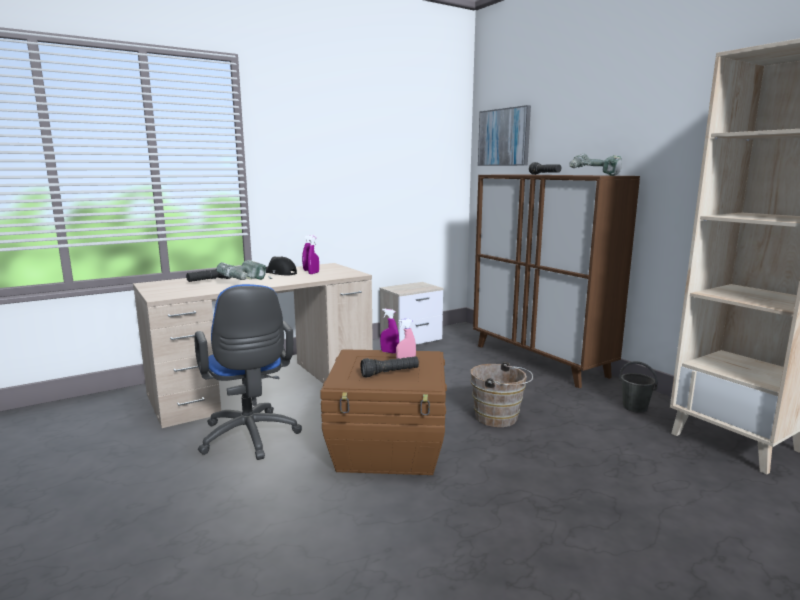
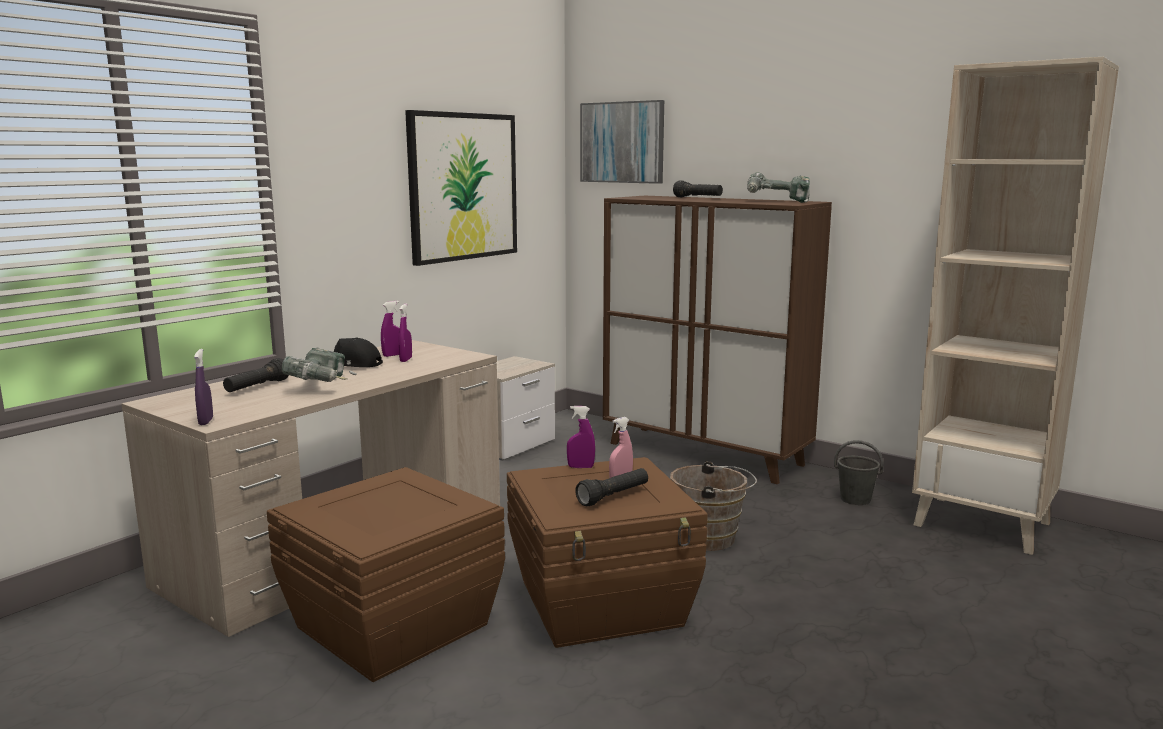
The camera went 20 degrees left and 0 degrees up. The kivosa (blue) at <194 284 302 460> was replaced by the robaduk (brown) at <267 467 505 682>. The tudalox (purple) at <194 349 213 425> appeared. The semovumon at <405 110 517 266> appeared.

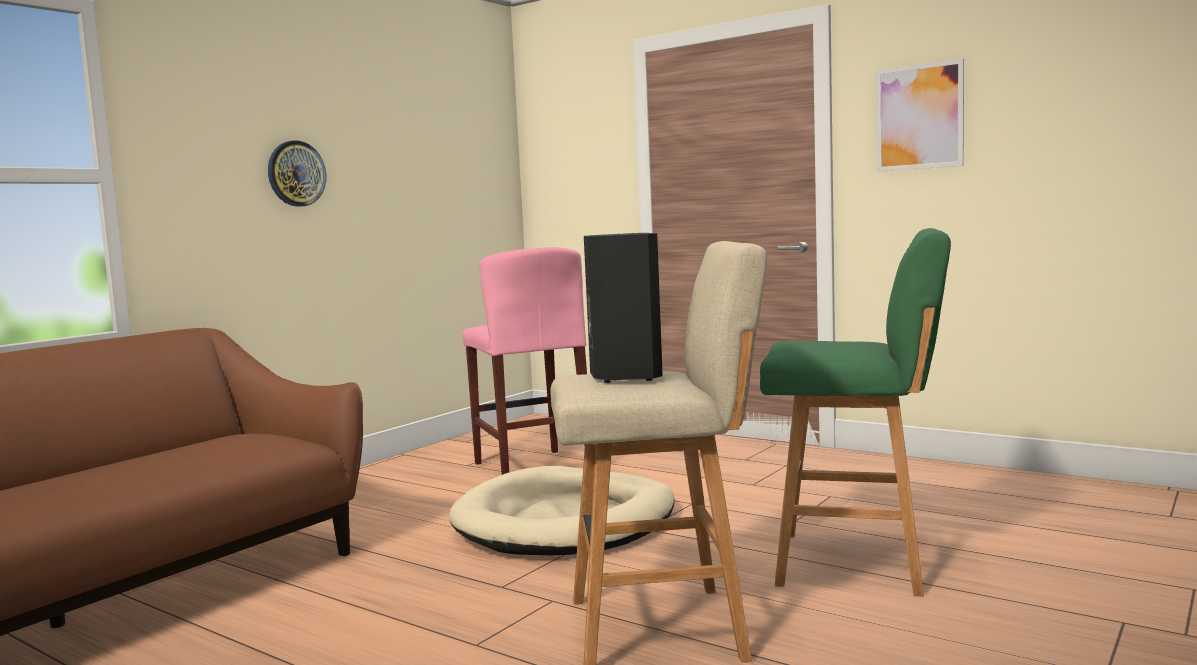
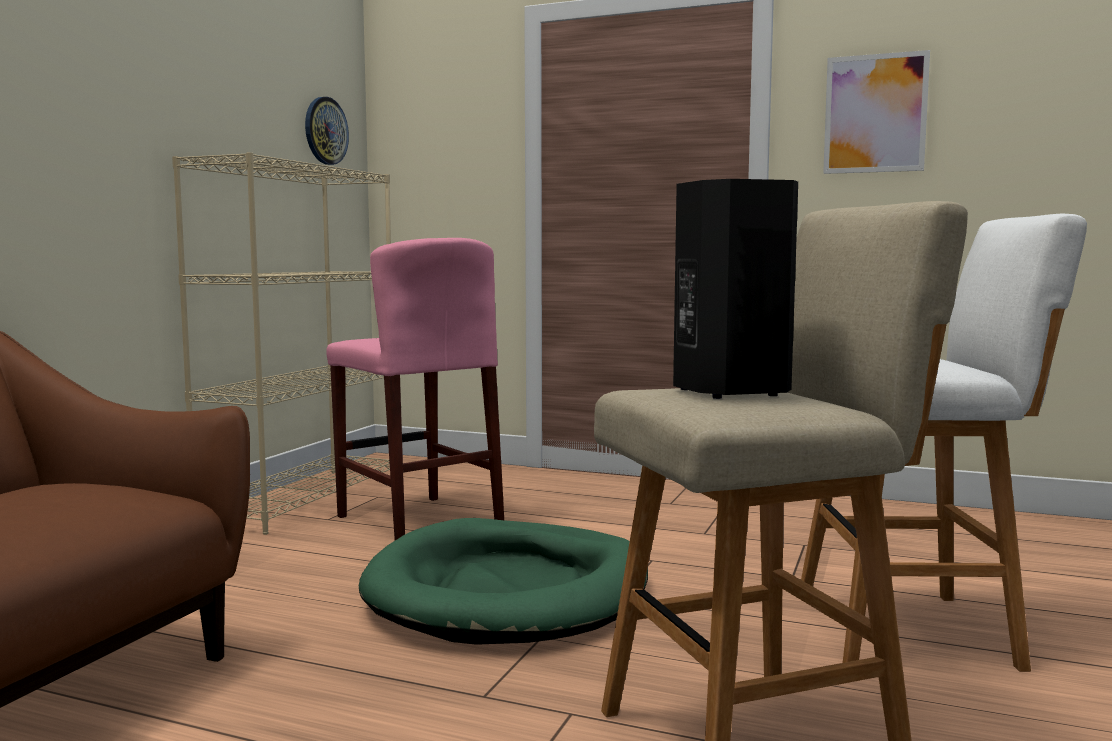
The camera went 15 degrees left and 0 degrees up. The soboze moved from <268 140 326 207> to <305 97 349 165>. The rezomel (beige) at <449 466 675 555> became the rezomel (green) at <359 518 648 645>. The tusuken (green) at <760 228 951 597> became the tusuken (white) at <801 214 1087 672>. The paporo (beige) at <172 152 391 535> appeared.

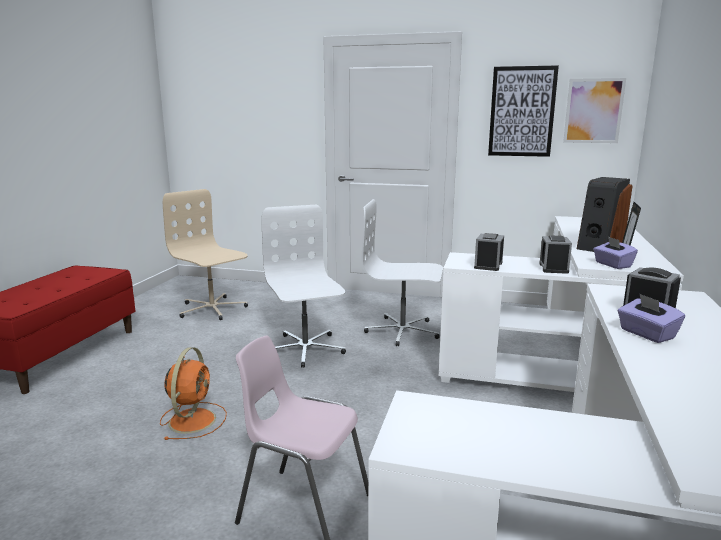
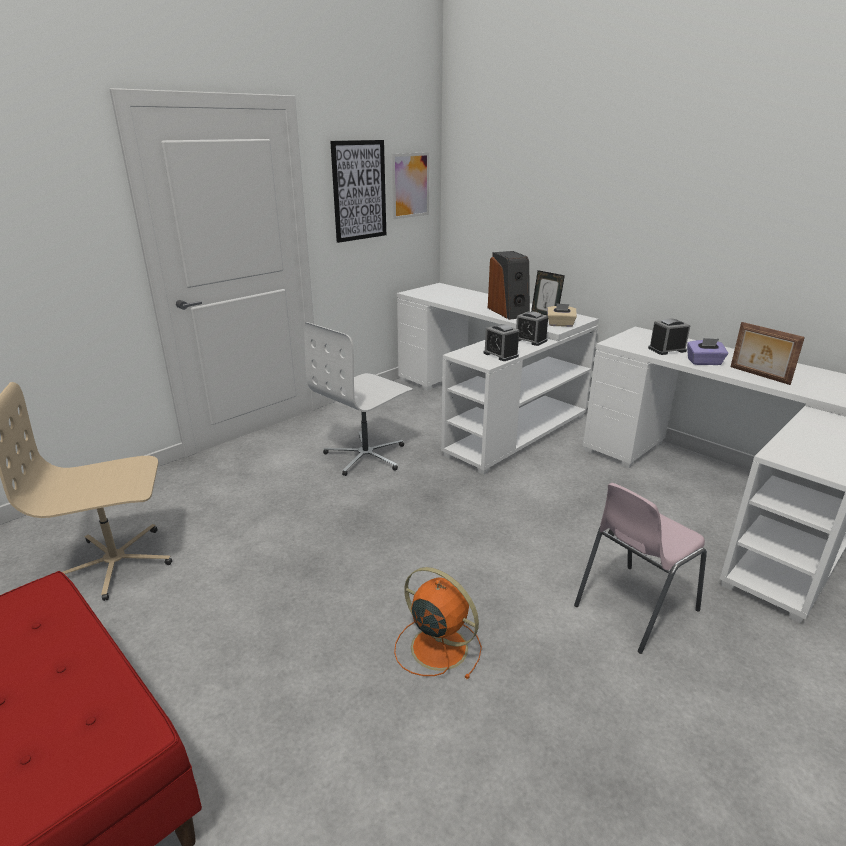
The camera went 60 degrees left and 10 degrees up. The kivosa (white) at <261 204 346 367> disappeared. The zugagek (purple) at <593 237 638 269> became the zugagek (beige) at <547 303 577 327>. The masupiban at <730 322 805 385> appeared.

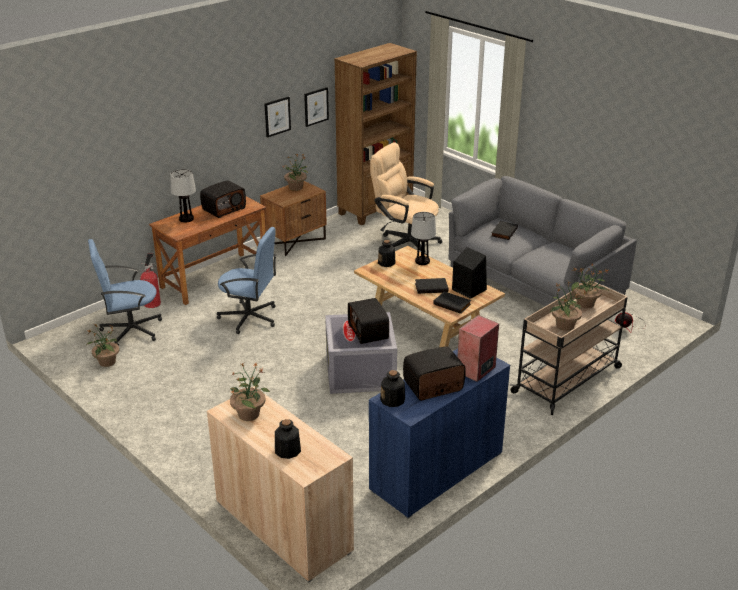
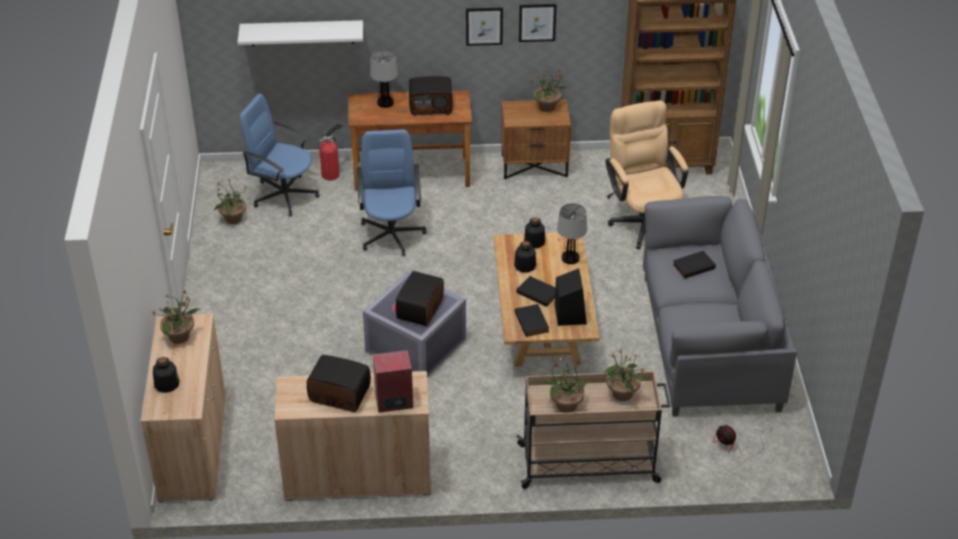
The camera went 40 degrees right and 10 degrees up. The kivosa (blue) at <217 227 277 334> turned 150 degrees counterclockwise. The semovumon moved from <304 87 329 127> to <466 7 503 46>. The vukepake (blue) at <369 348 510 519> became the vukepake (beige) at <274 371 431 501>. The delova moved from <380 370 405 407> to <514 241 536 273>. The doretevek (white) at <238 20 363 47> appeared.

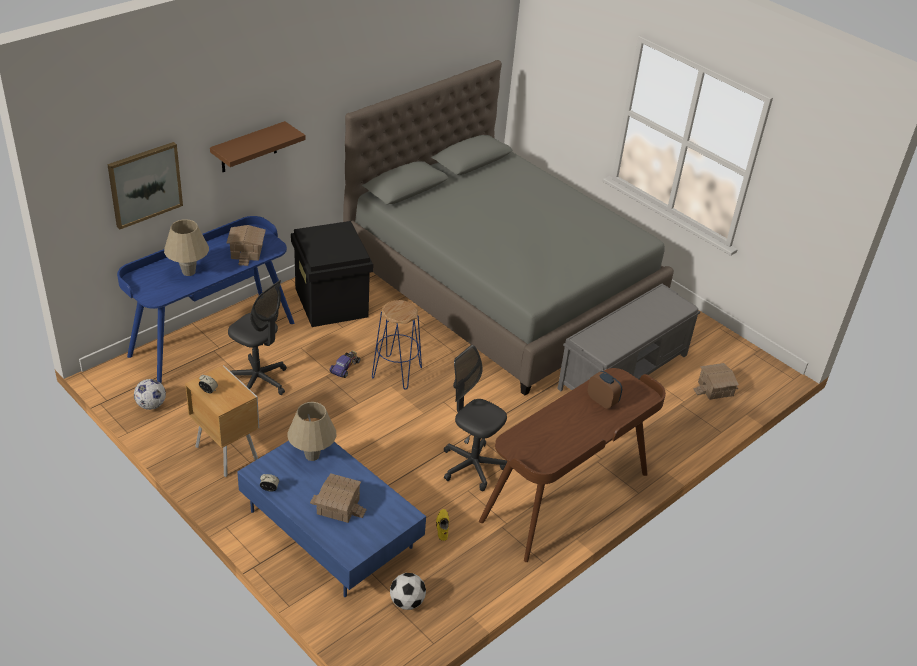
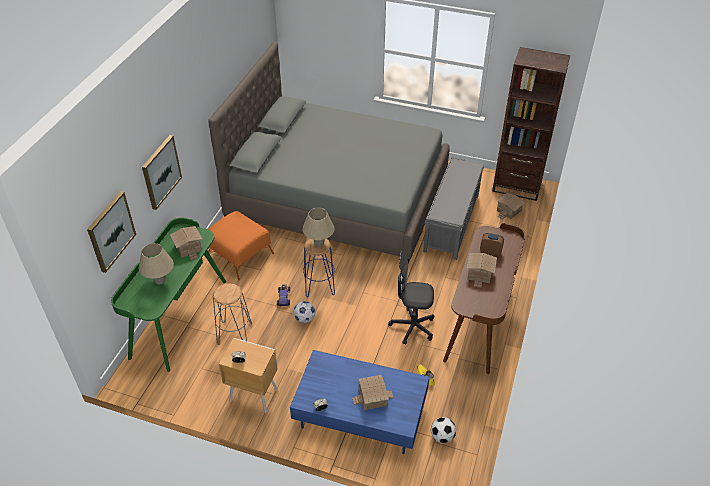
The camera went 25 degrees left and 5 degrees up. The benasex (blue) at <117 216 294 384> became the benasex (green) at <111 217 226 372>. The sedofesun moved from <134 379 166 410> to <294 301 315 323>. The doretevek (brown) at <210 121 305 172> was replaced by the semovumon at <142 135 182 210>. The kivosa (grey) at <228 280 287 395> was replaced by the tusuken (grey) at <213 283 252 345>. The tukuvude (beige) moved from <288 402 336 461> to <302 208 335 247>. The robaduk (black) at <291 221 373 327> was replaced by the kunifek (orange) at <208 211 274 280>. The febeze at <466 253 497 288> appeared. The paporo (brown) at <492 47 570 201> appeared.

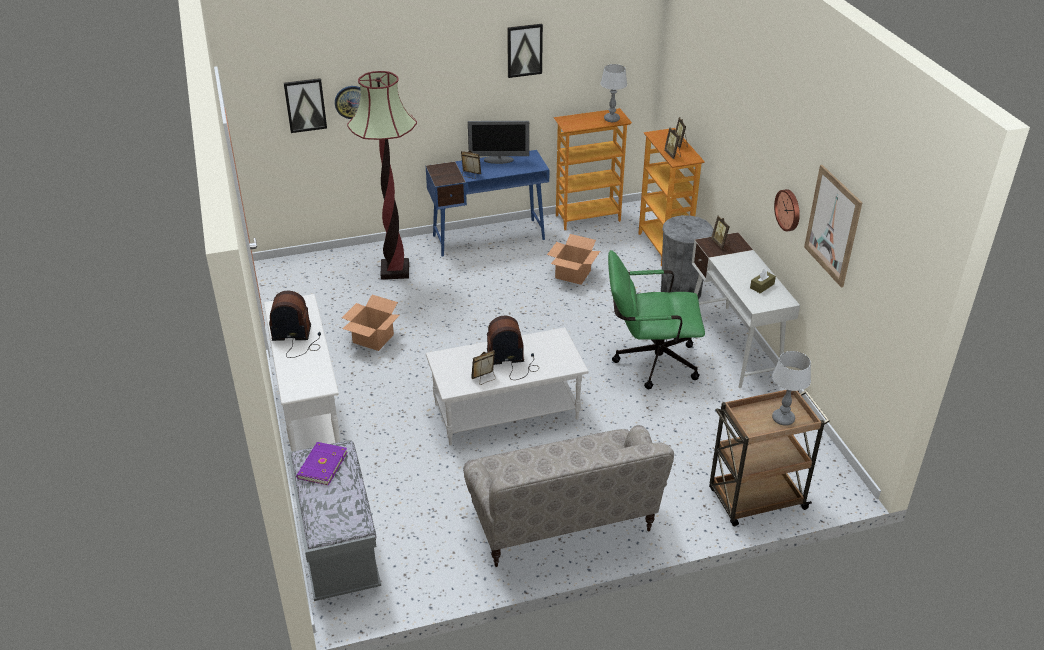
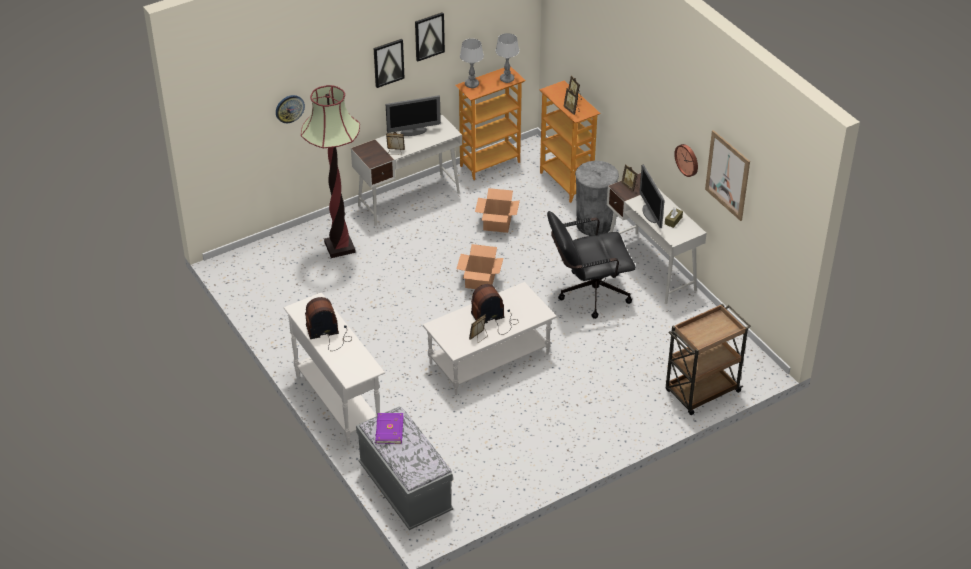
The camera went 15 degrees left and 5 degrees up. The semovumon moved from <284 78 327 133> to <374 39 405 88>. The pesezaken moved from <342 295 400 351> to <456 244 504 289>. The benasex (blue) at <426 150 550 257> became the benasex (white) at <351 115 462 226>. The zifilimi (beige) at <463 425 674 567> disappeared. The kivosa (green) at <608 250 705 389> became the kivosa (black) at <547 211 636 319>. The tukuvude moved from <772 351 811 426> to <460 38 484 88>. The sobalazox at <639 165 665 228> appeared.

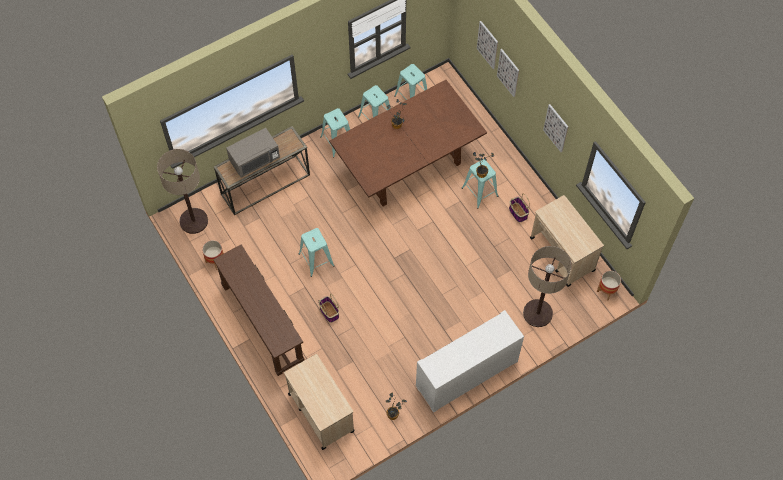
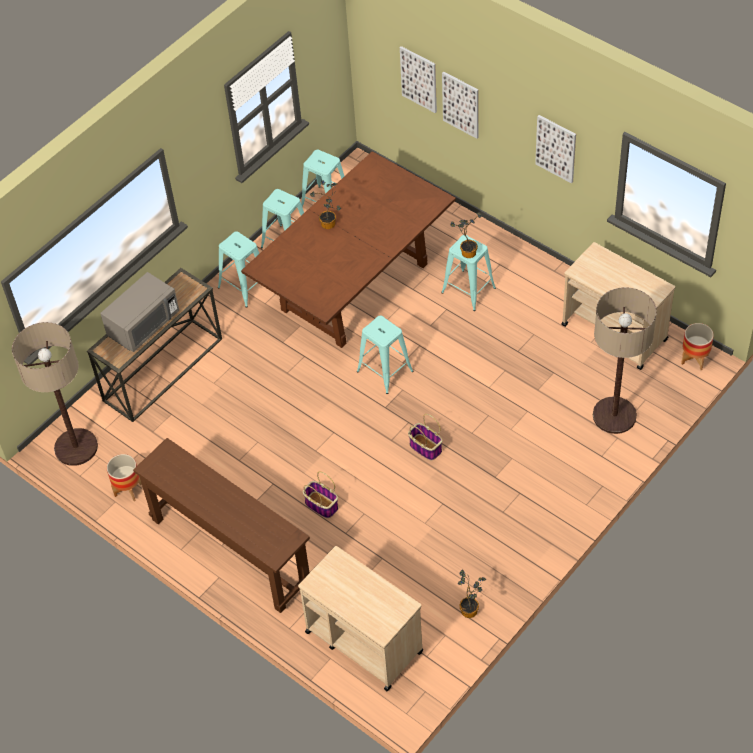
The camera went 15 degrees left and 10 degrees down. The tusuken (turquoise) moved from <299 228 334 277> to <357 316 413 394>. The vukepake (white) at <416 310 524 413> disappeared. The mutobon moved from <509 194 530 222> to <408 414 442 460>.

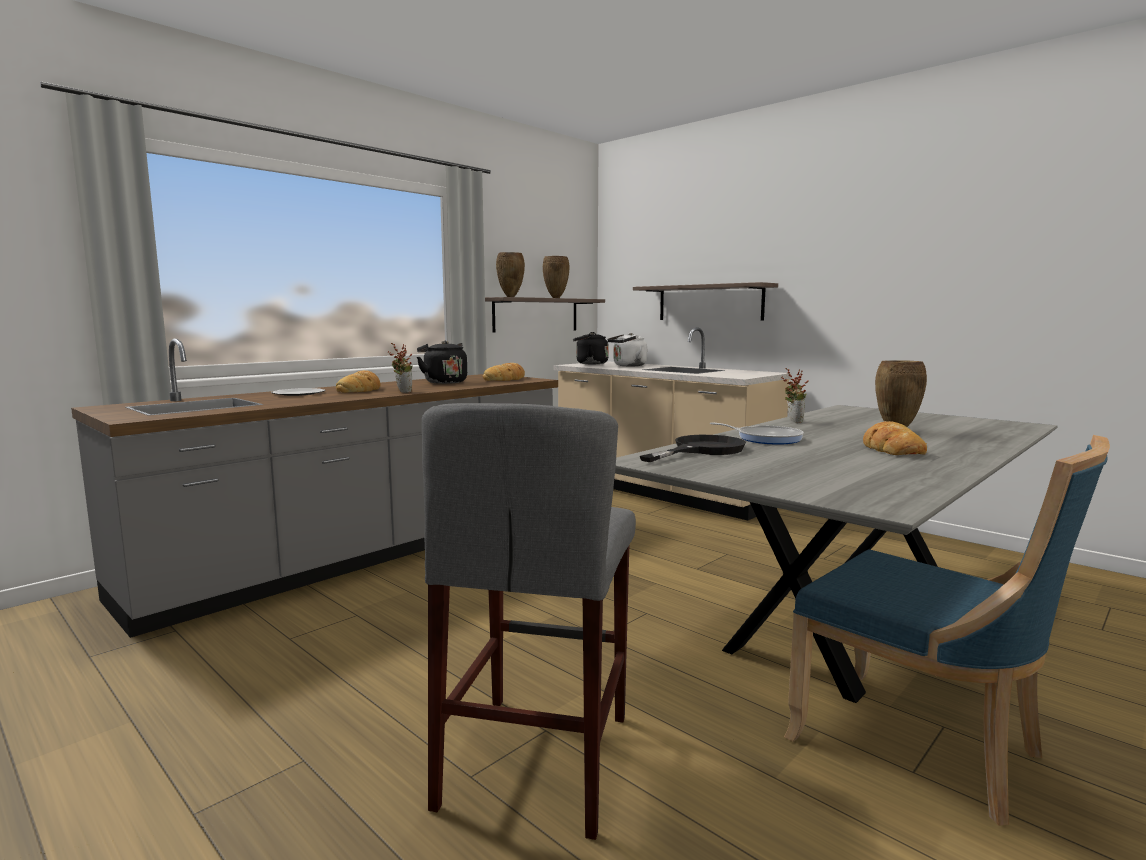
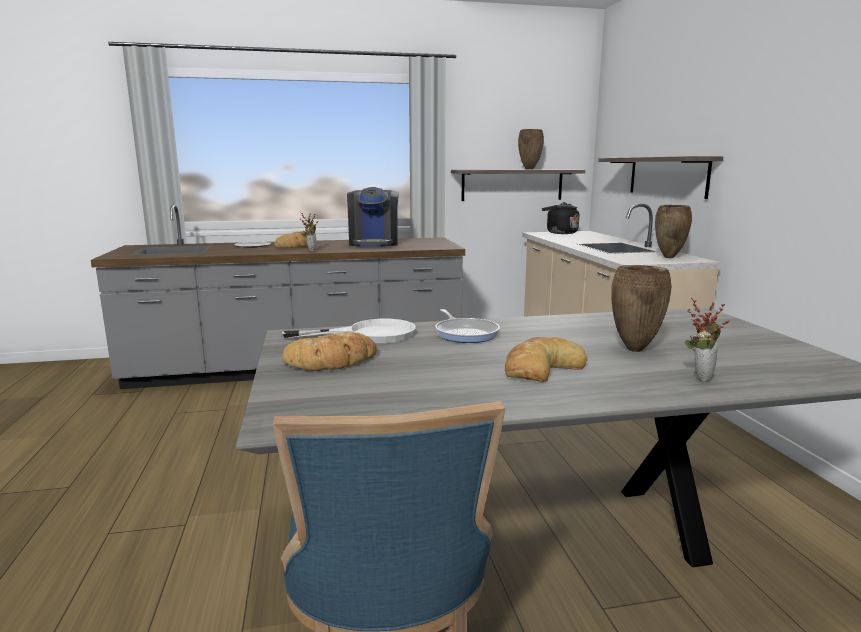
The camera went 35 degrees right and 5 degrees up. The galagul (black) at <417 341 467 384> was replaced by the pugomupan at <347 187 399 247>. The tusuken (grey) at <422 403 636 840> disappeared. The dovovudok moved from <483 363 525 381> to <282 332 377 371>. The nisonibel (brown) moved from <496 252 525 297> to <655 205 692 258>. The galagul (white) at <608 333 647 366> disappeared. The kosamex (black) at <640 435 746 462> became the kosamex (white) at <282 319 416 343>. The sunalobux moved from <781 368 809 423> to <685 298 729 381>.

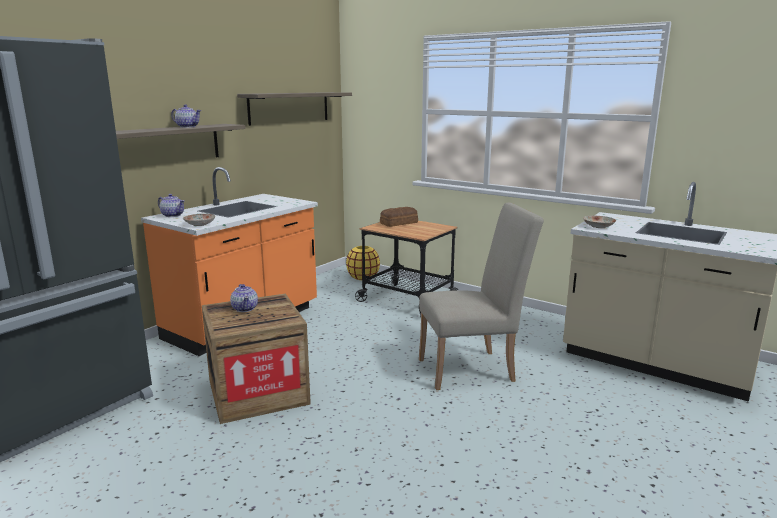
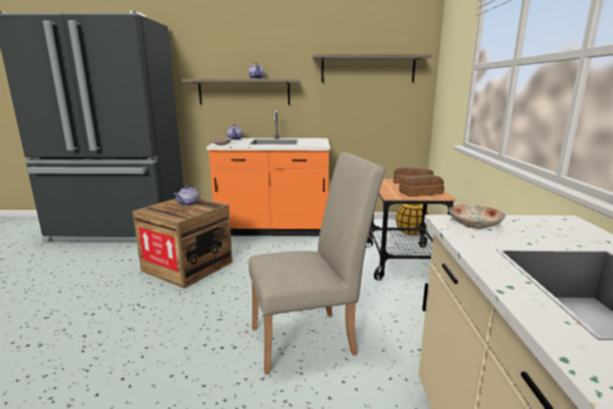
The camera went 55 degrees right and 0 degrees up. The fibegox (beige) at <419 203 544 390> turned 60 degrees counterclockwise. The dovovudok at <399 175 444 197> appeared.

